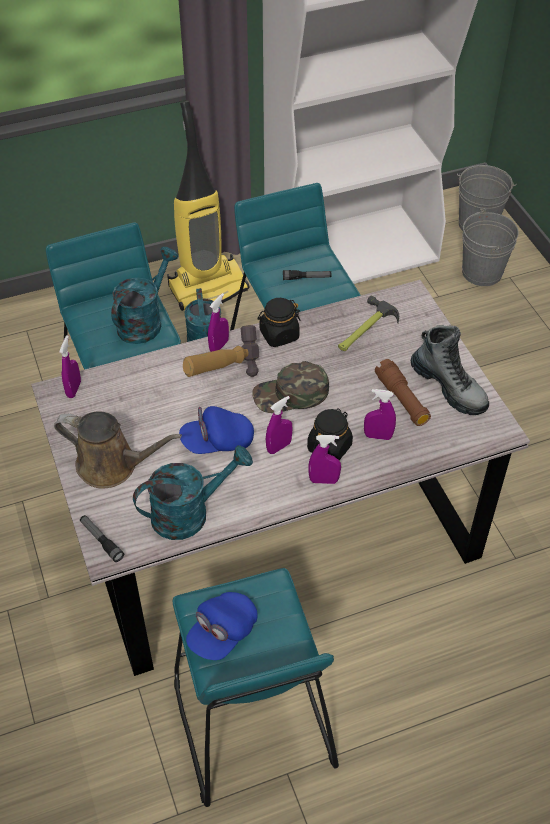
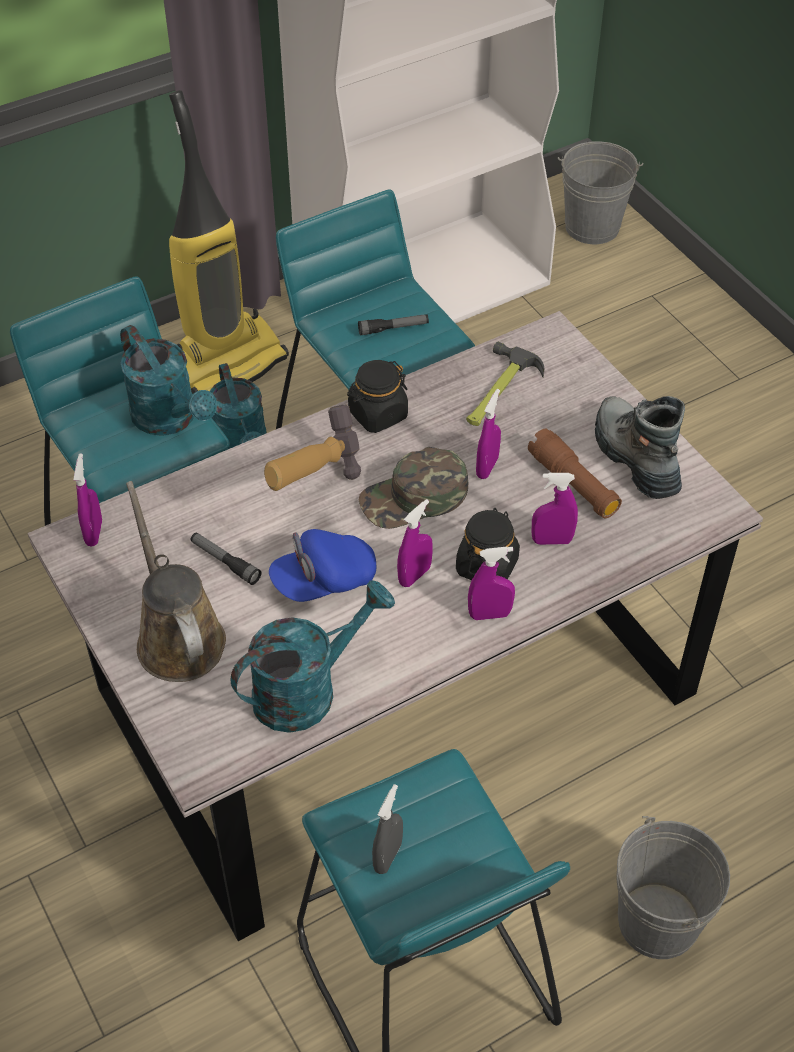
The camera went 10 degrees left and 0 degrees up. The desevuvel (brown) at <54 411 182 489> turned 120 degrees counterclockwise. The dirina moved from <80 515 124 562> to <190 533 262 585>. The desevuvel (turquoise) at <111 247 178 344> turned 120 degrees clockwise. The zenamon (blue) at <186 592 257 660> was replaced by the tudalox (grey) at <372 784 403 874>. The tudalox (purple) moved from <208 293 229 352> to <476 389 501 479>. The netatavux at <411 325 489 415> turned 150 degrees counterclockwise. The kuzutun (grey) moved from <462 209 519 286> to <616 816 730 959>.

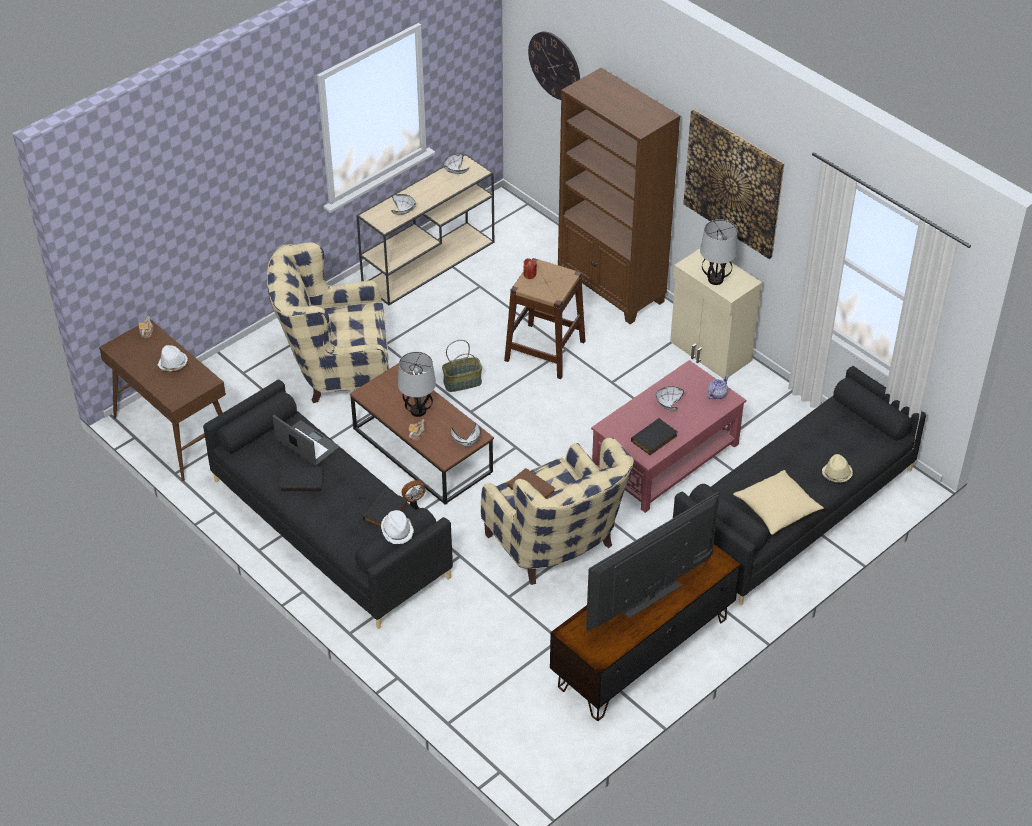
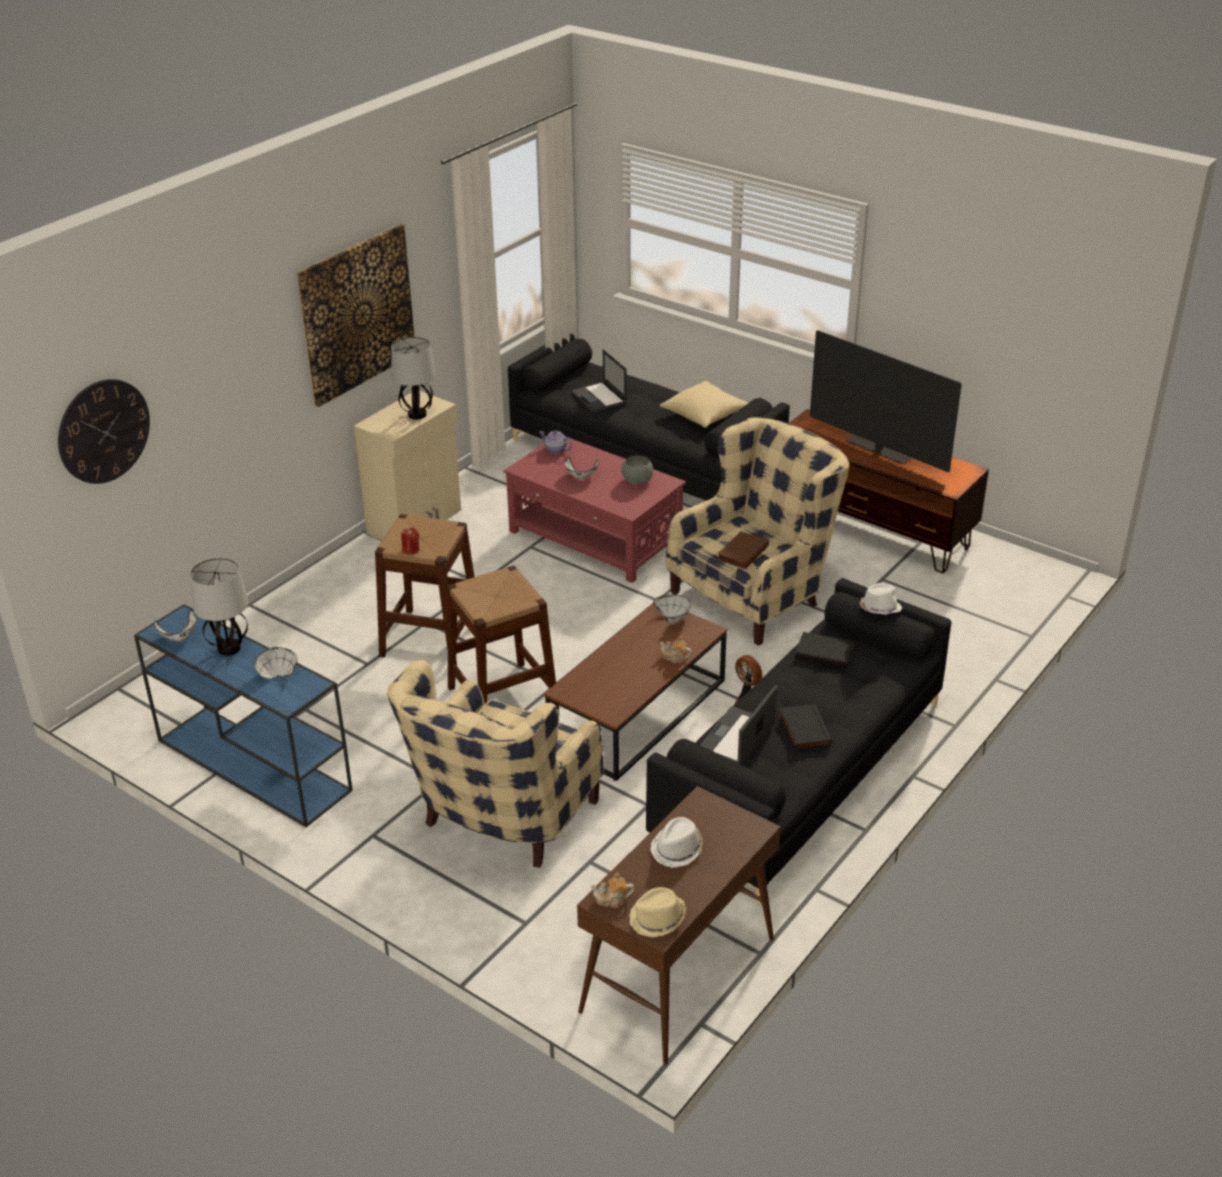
The camera went 100 degrees left and 10 degrees down. The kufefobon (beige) at <267 242 390 403> turned 45 degrees clockwise. The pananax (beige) at <357 154 494 305> became the pananax (blue) at <134 604 353 827>. The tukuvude moved from <398 352 436 417> to <190 558 248 656>. The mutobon at <442 340 482 392> was replaced by the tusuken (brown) at <447 565 559 709>. The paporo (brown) at <558 68 680 324> disappeared. The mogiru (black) at <631 418 678 455> was replaced by the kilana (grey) at <622 456 653 484>. The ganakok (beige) moved from <822 454 853 483> to <629 887 687 938>. The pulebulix at <571 349 627 412> appeared.

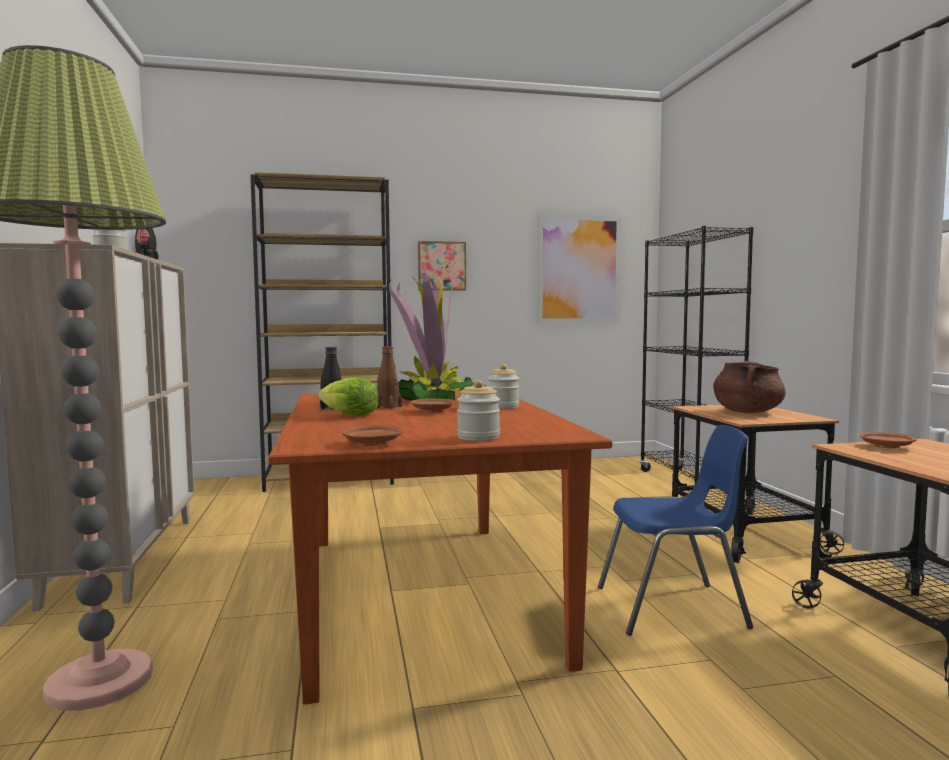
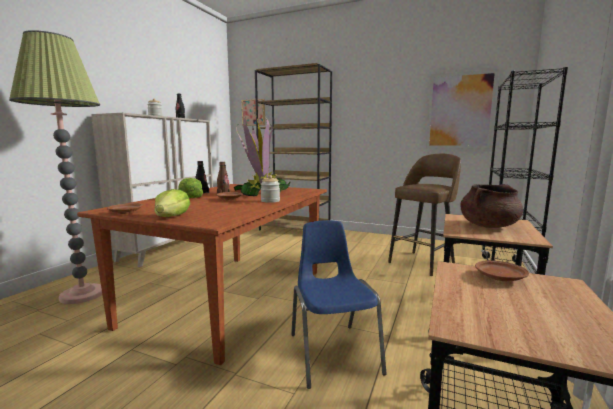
The camera went 35 degrees right and 5 degrees up. The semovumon moved from <418 241 466 290> to <242 99 265 126>. The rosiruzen at <457 380 500 441> was replaced by the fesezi at <154 189 190 217>. The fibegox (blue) at <598 425 753 636> turned 135 degrees counterclockwise. The tusuken (brown) at <388 154 461 276> appeared.

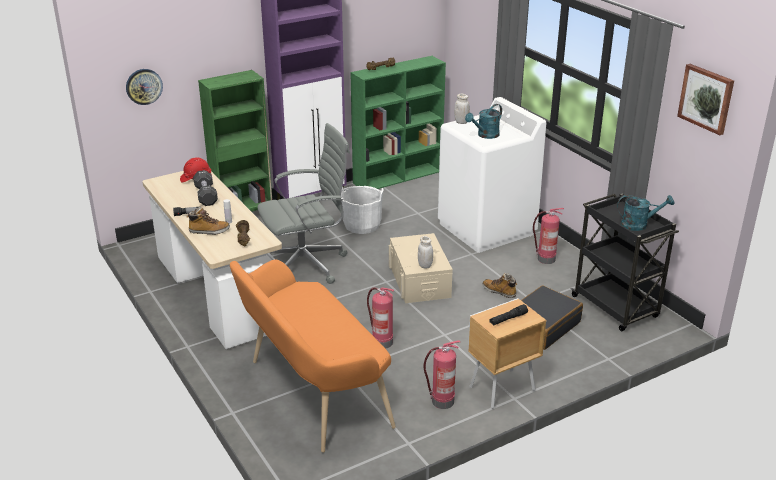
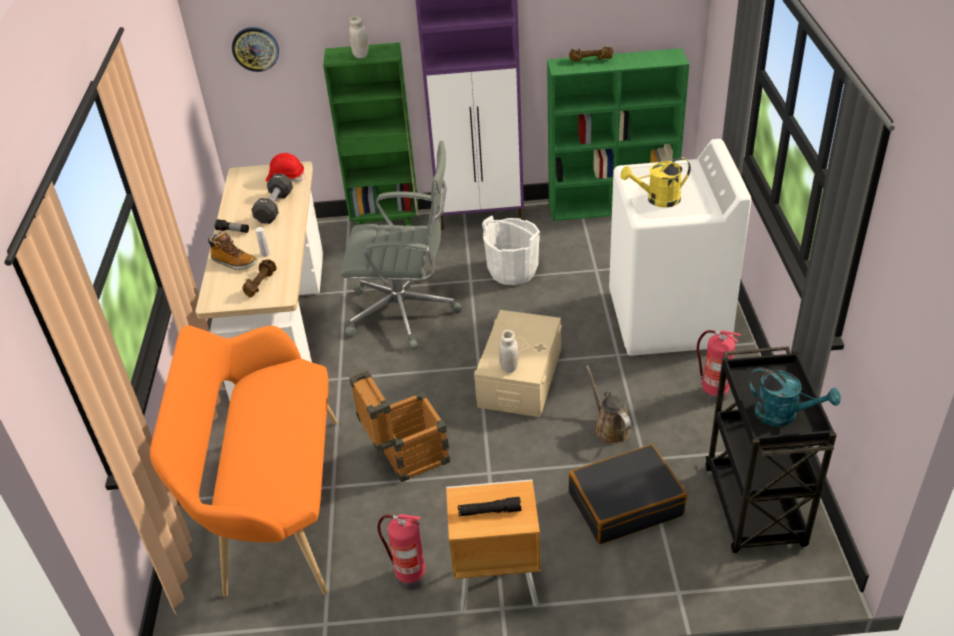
The camera went 30 degrees right and 10 degrees up. The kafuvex at <367 287 394 349> was replaced by the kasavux at <349 371 450 482>. The rosiruzen (white) moved from <454 94 470 124> to <349 16 369 58>. The desevuvel (turquoise) at <465 104 502 139> became the desevuvel (yellow) at <620 157 691 208>. The netatavux at <482 273 517 298> was replaced by the desevuvel (brown) at <586 365 631 444>. The semovumon at <677 64 734 135> disappeared.

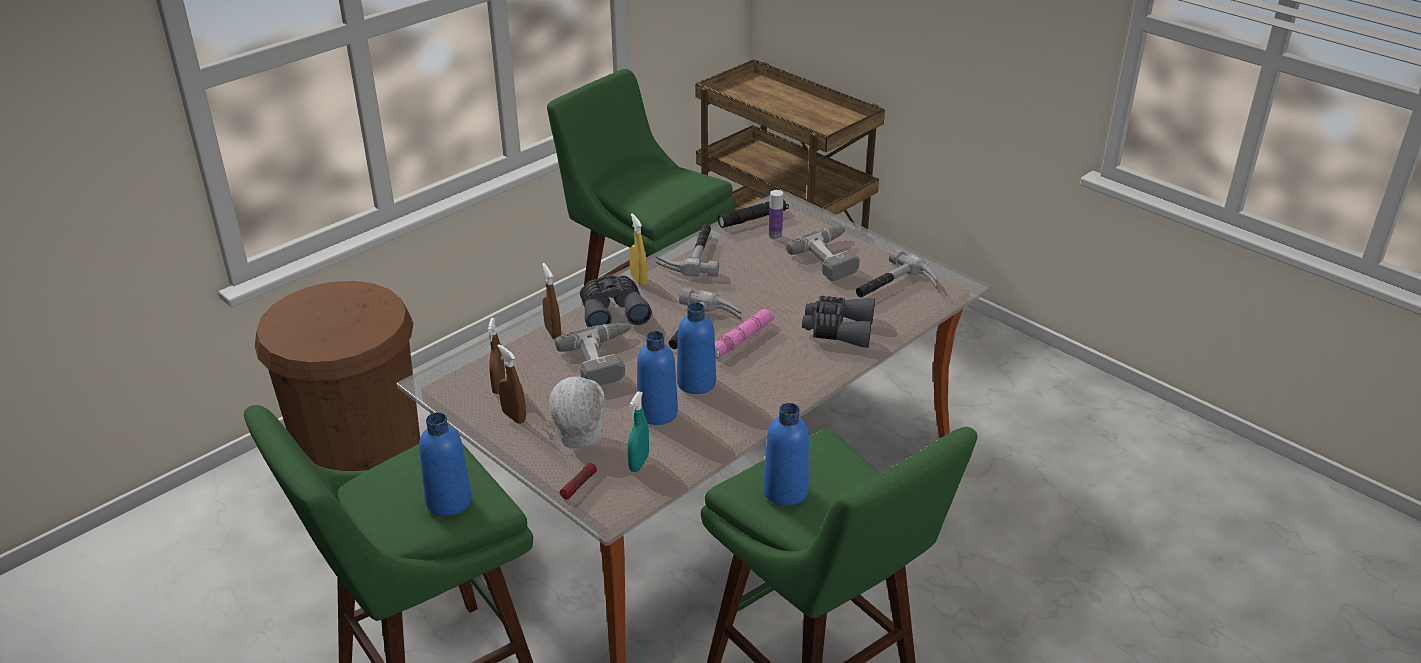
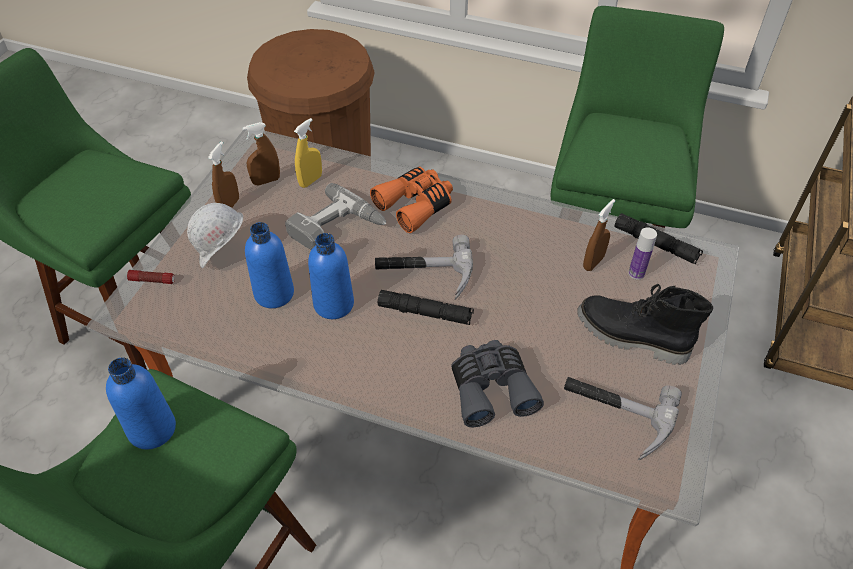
The camera went 65 degrees right and 15 degrees up. The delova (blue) at <419 412 472 516> disappeared. The tudalox (brown) moved from <542 263 561 339> to <583 199 616 271>. The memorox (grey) at <580 275 652 327> became the memorox (orange) at <370 167 453 233>. The tudalox (turquoise) at <627 391 649 472> disappeared. The tudalox (yellow) moved from <629 213 647 286> to <294 118 322 188>. The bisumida at <655 224 719 277> disappeared. The dirina (pink) at <715 309 775 359> became the dirina (black) at <378 290 474 325>. The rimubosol at <786 226 860 281> was replaced by the netatavux (black) at <577 284 713 365>.

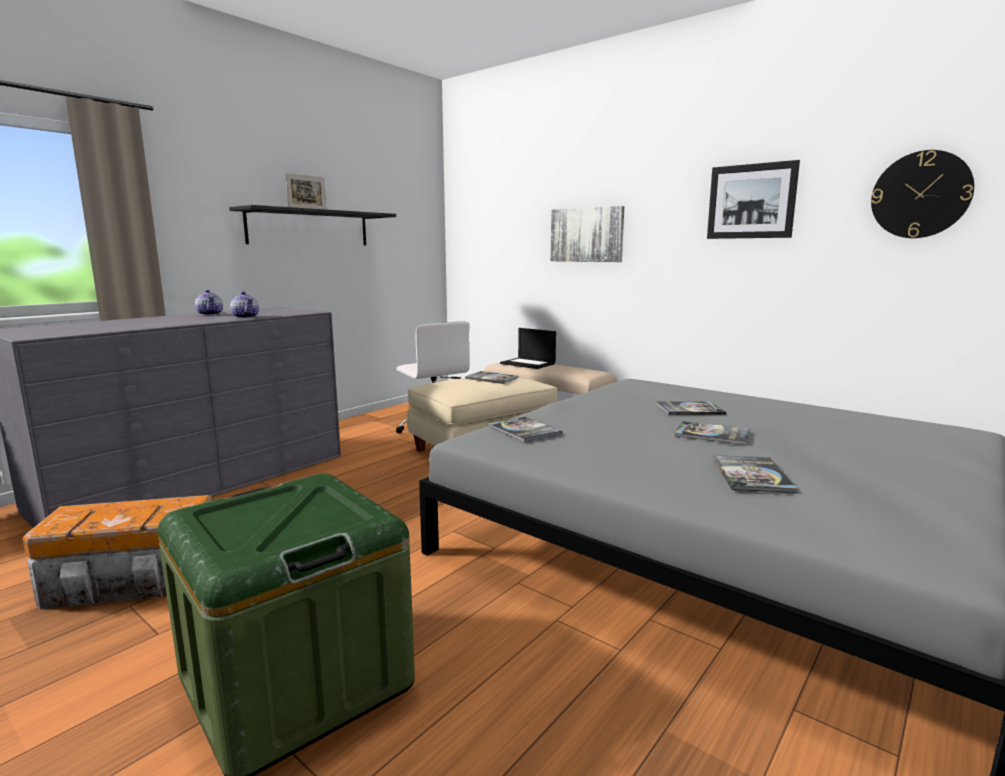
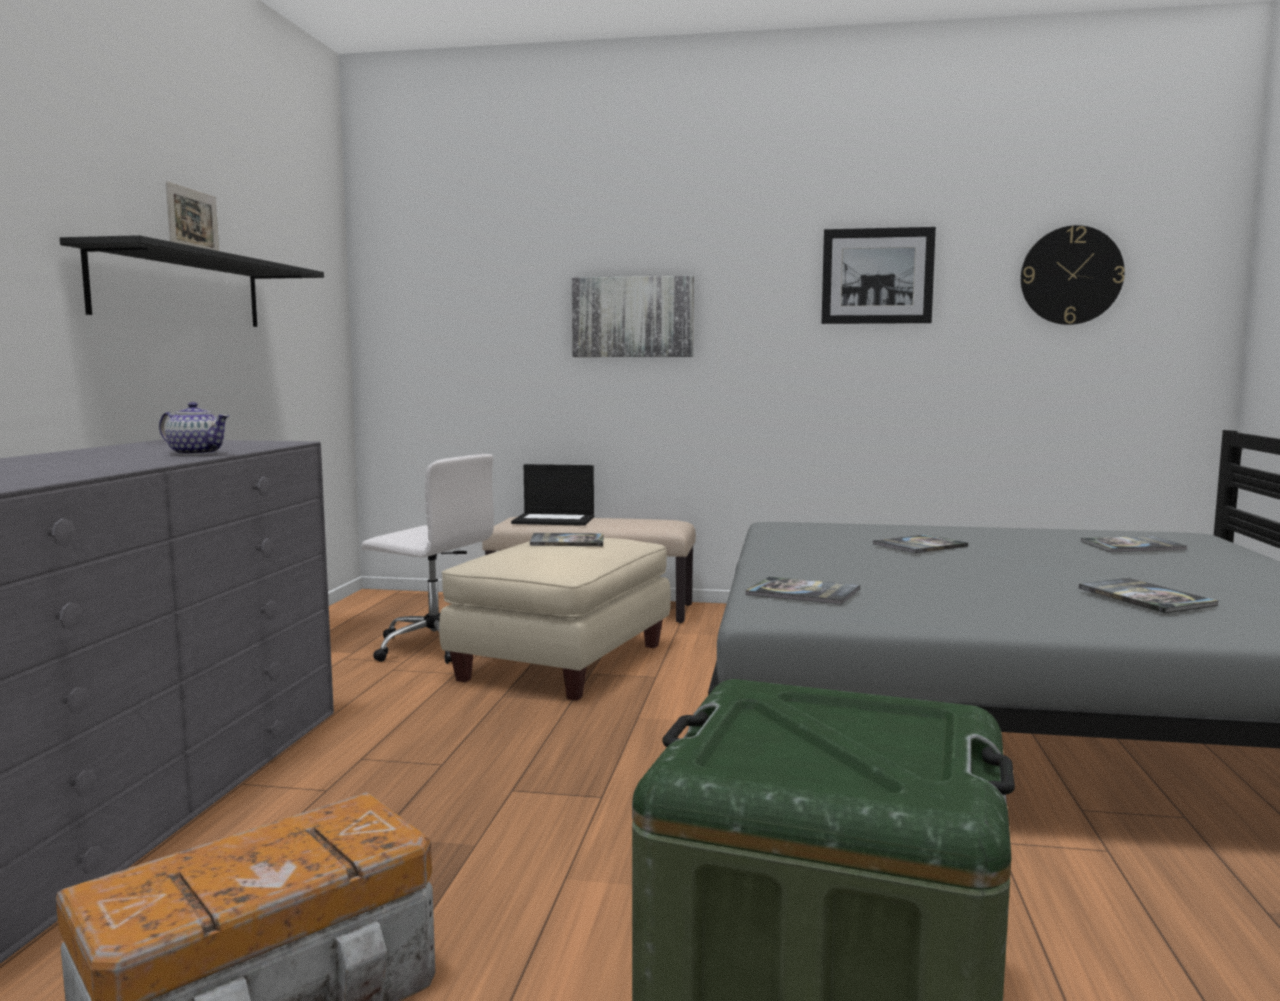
The camera went 30 degrees left and 5 degrees down. The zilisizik at <195 290 223 315> disappeared. The mogiru moved from <675 421 750 445> to <1081 536 1187 552>.

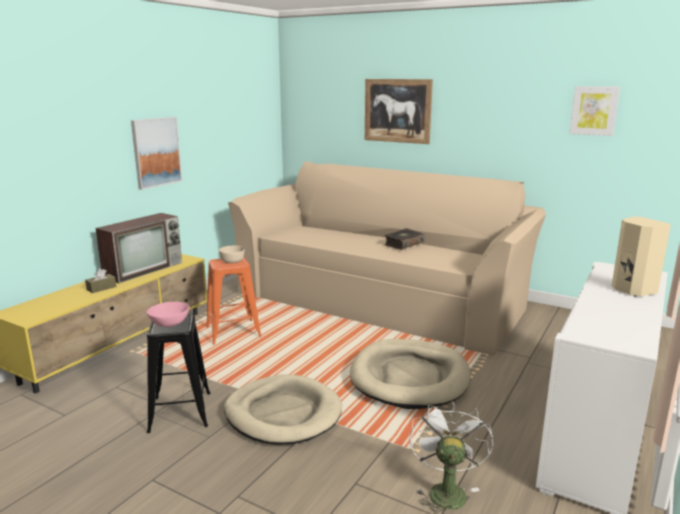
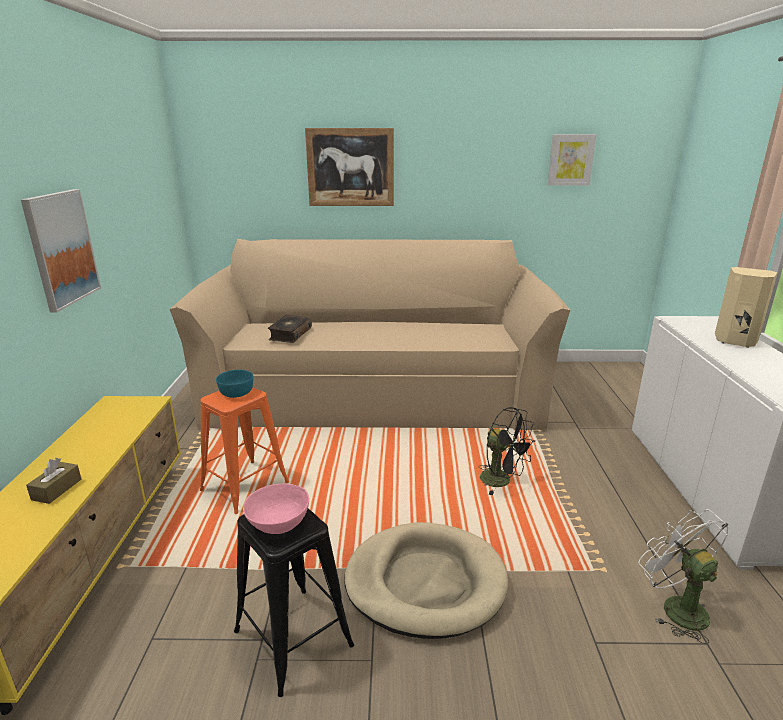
The camera went 30 degrees left and 5 degrees up. The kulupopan at <95 213 182 283> disappeared. The kilana (beige) at <219 246 245 263> became the kilana (turquoise) at <216 370 253 398>. The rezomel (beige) at <350 339 471 409> was replaced by the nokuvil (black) at <479 407 535 495>. The mogiru moved from <384 228 425 250> to <268 314 312 343>.

